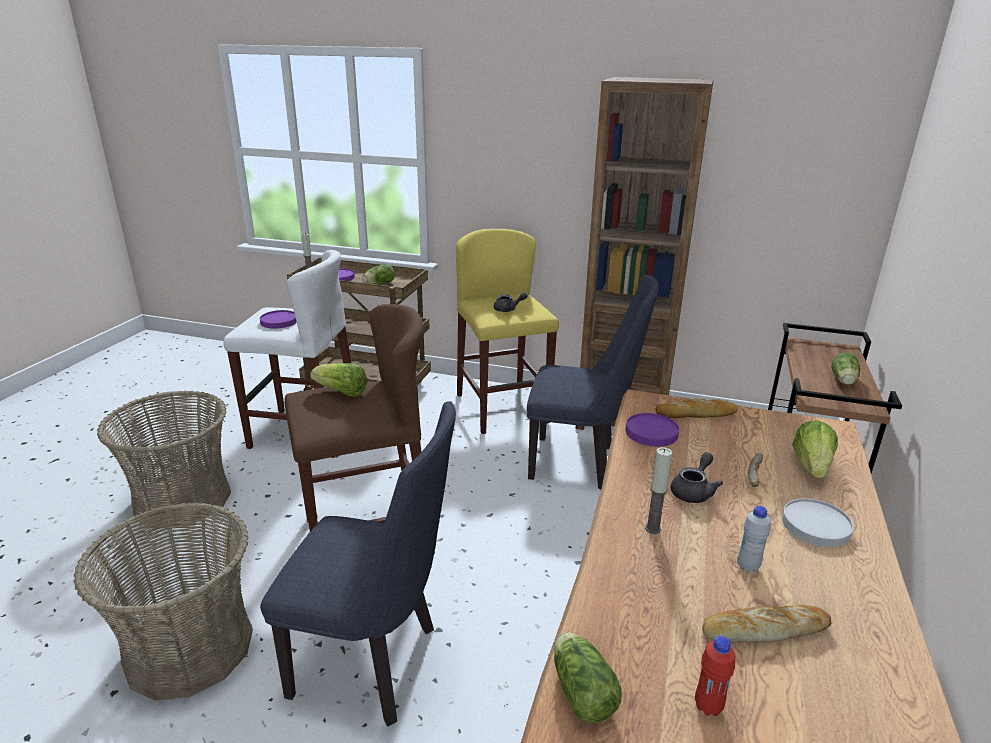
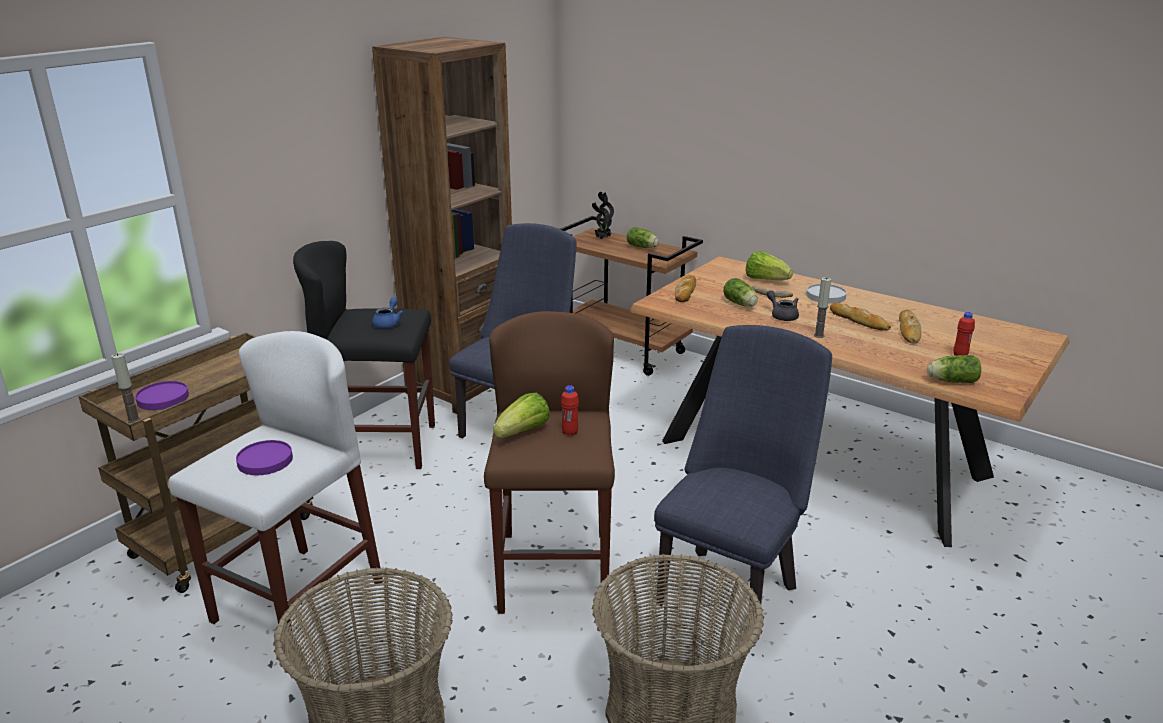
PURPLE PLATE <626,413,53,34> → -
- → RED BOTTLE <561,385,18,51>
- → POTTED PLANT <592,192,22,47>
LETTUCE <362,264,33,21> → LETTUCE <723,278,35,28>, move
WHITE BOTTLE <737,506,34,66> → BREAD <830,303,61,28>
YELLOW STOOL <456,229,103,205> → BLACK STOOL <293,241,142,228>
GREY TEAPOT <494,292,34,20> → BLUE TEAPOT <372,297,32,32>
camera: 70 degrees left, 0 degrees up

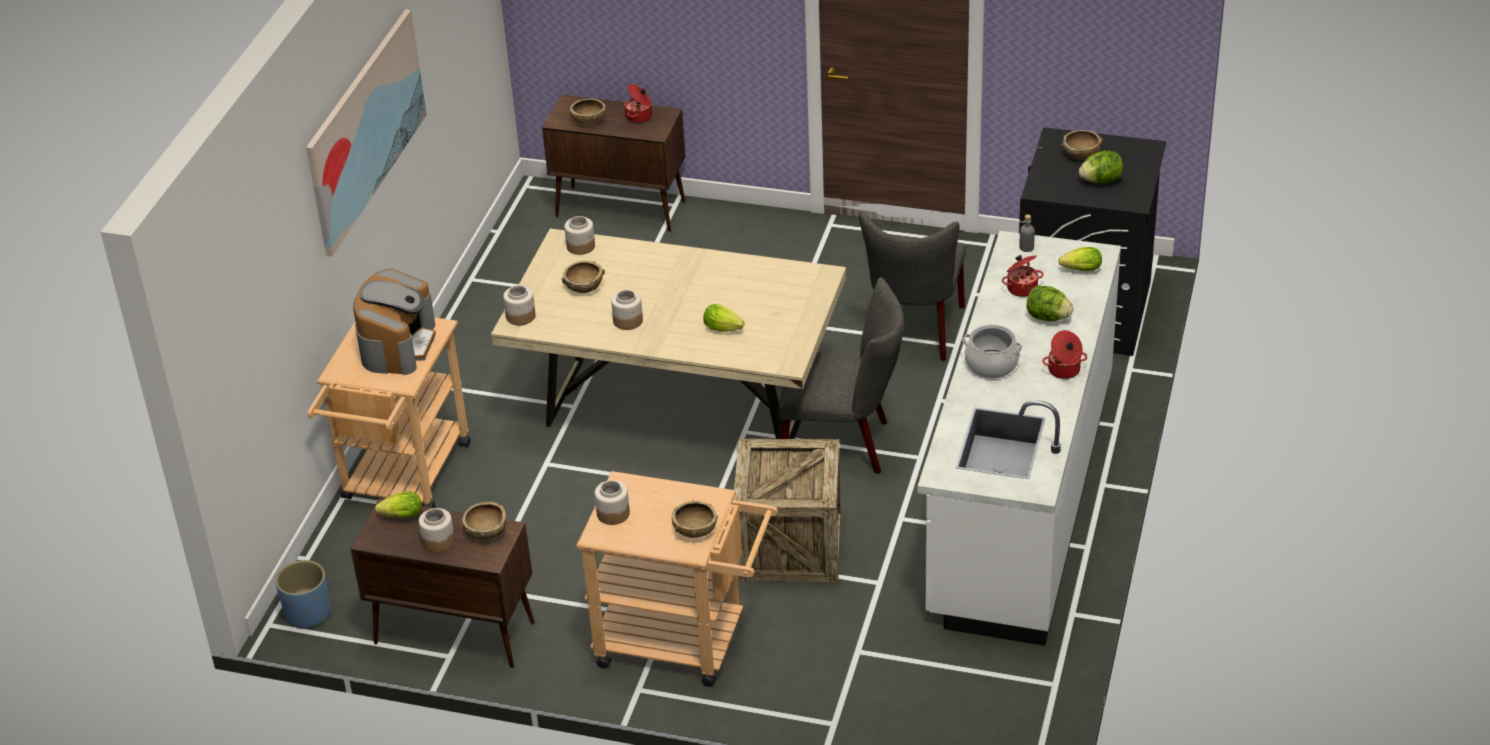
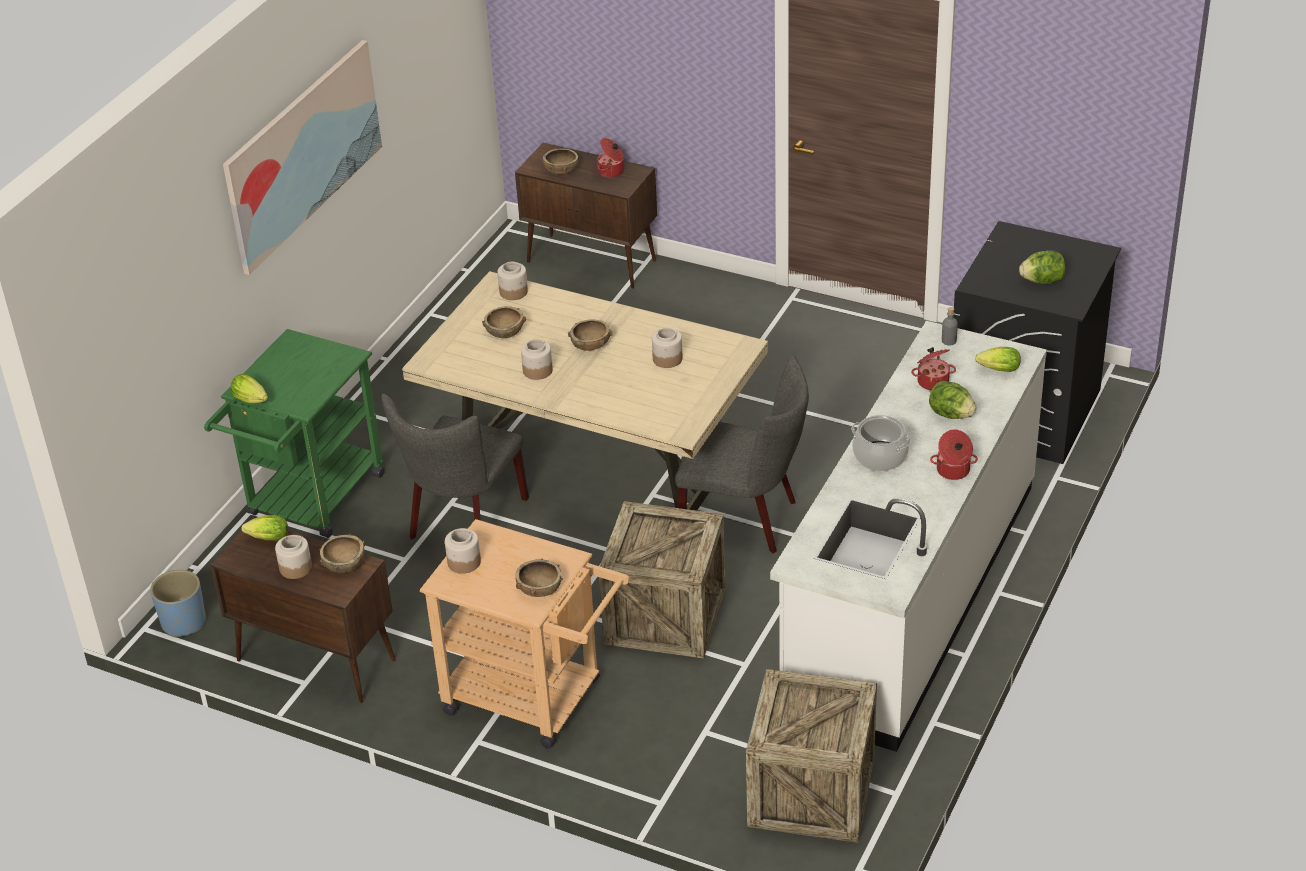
COFFEE MACHINE <353,269,83,106> → -
- → CRATE <746,669,131,174>
JAR <503,285,33,40> → JAR <652,328,30,40>, move
LETTUCE <703,304,42,28> → LETTUCE <231,374,37,29>, move
GREY CHAIR <859,212,107,149> → GREY CHAIR <381,393,148,146>, move
BROWN BOWL <1061,130,42,30> → BROWN BOWL <568,320,44,31>, move
BEIGE CART <308,317,162,191> → GREEN CART <204,329,180,209>
camera: 10 degrees right, 0 degrees up

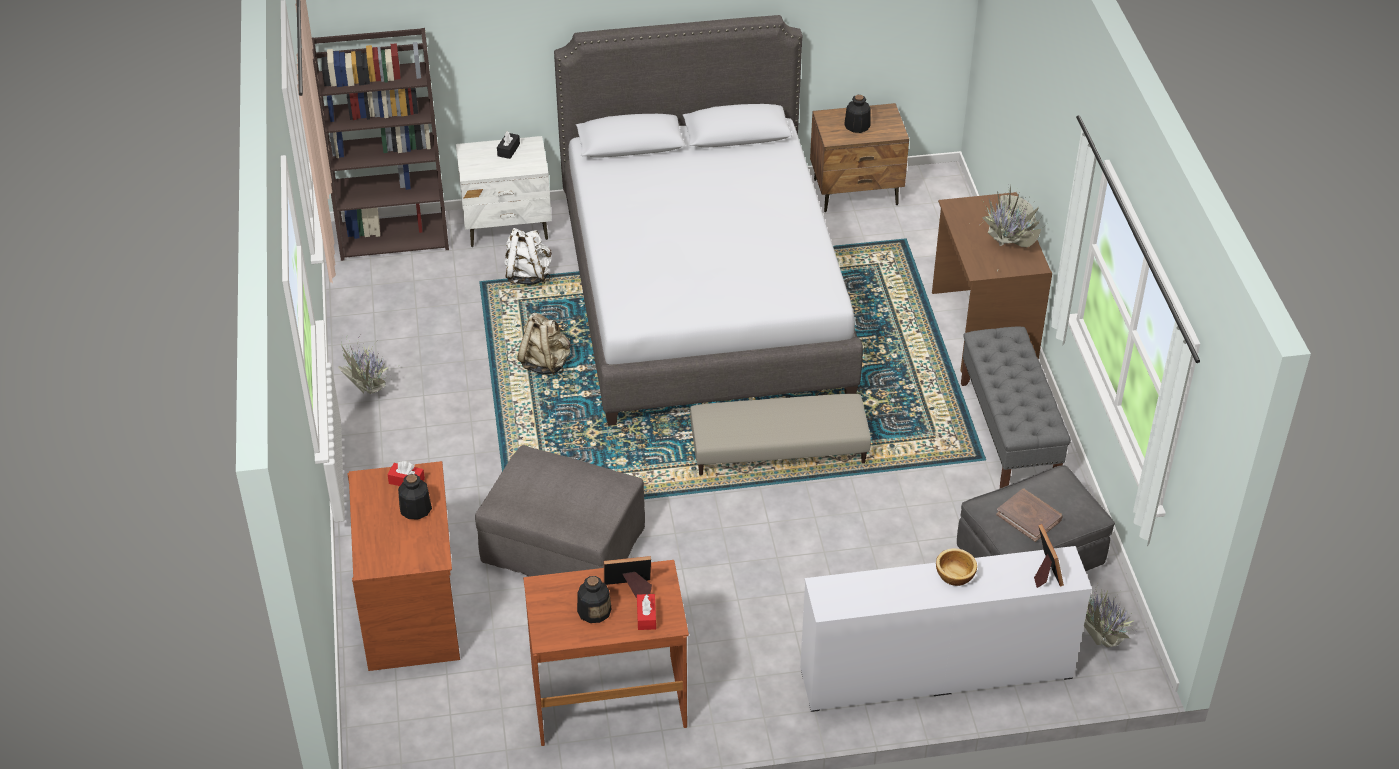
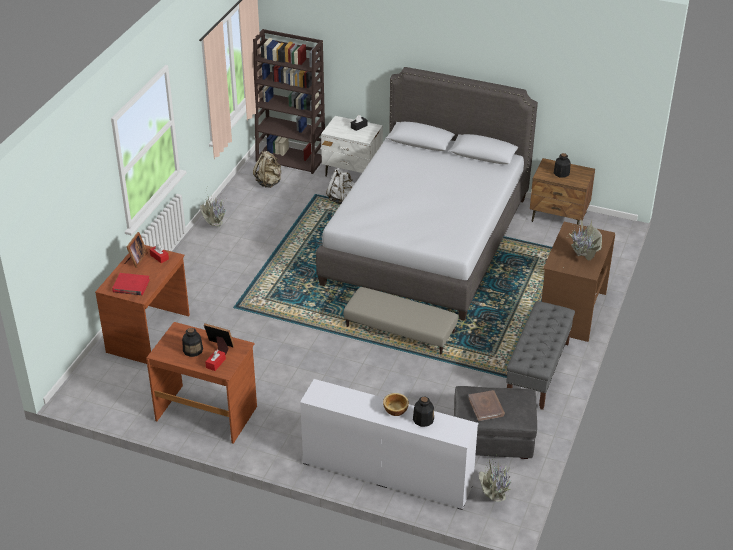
GREY OTTOMAN <475,445,170,132> → -
- → RED BOOK <112,273,38,22>
BOTTLE <398,474,34,46> → BOTTLE <413,397,21,30>, move
BEIGE BACKPACK <517,313,53,62> → BEIGE BACKPACK <253,151,28,37>, move
PICTURE FRAME <1034,524,30,64> → PICTURE FRAME <125,232,23,36>, move
camera: 30 degrees right, 5 degrees down

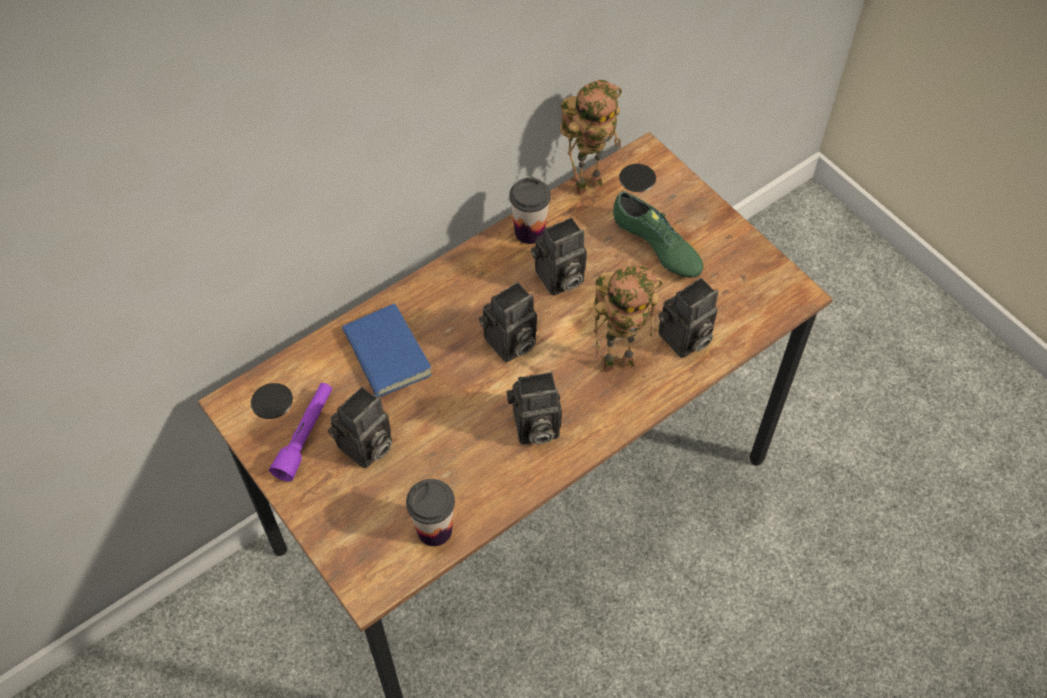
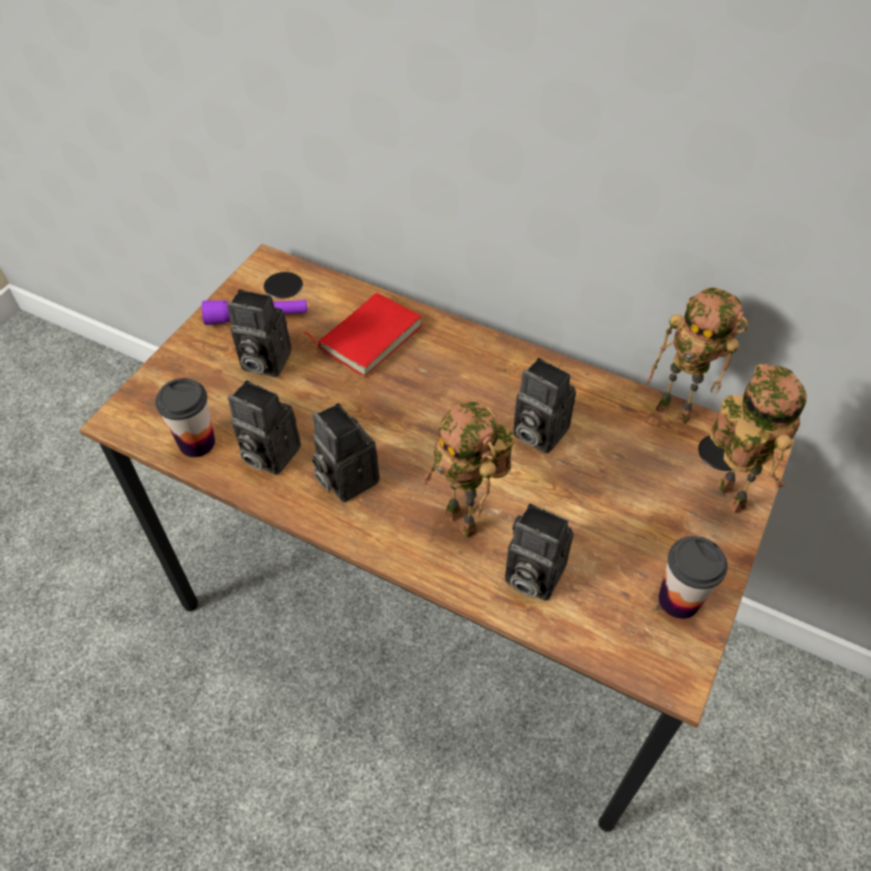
GREEN SHOE <613,191,90,87> → -
- → TOY ROBOT <710,364,97,149>
PHOTO CAMERA <479,282,58,80> → PHOTO CAMERA <228,380,73,95>, move
CUP <509,178,42,66> → CUP <659,536,69,83>, move
BLUE BOOK <342,303,90,95> → RED BOOK <304,293,118,83>
camera: 65 degrees right, 5 degrees down

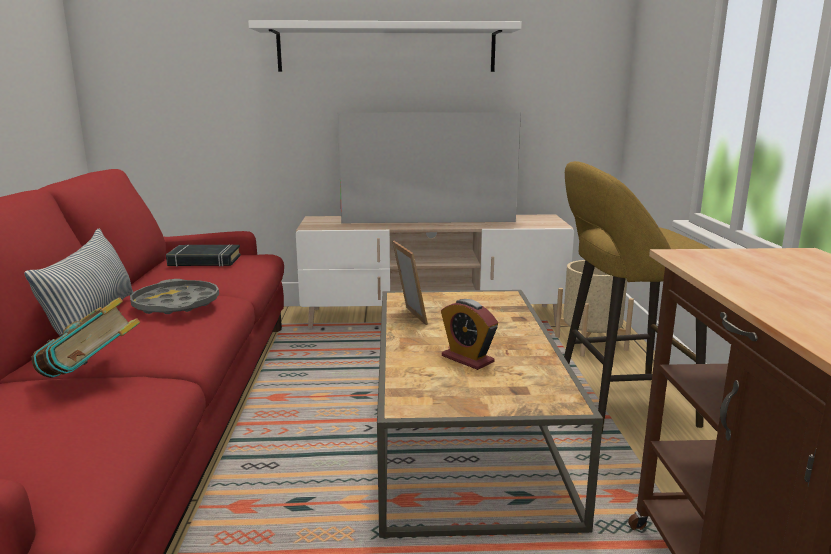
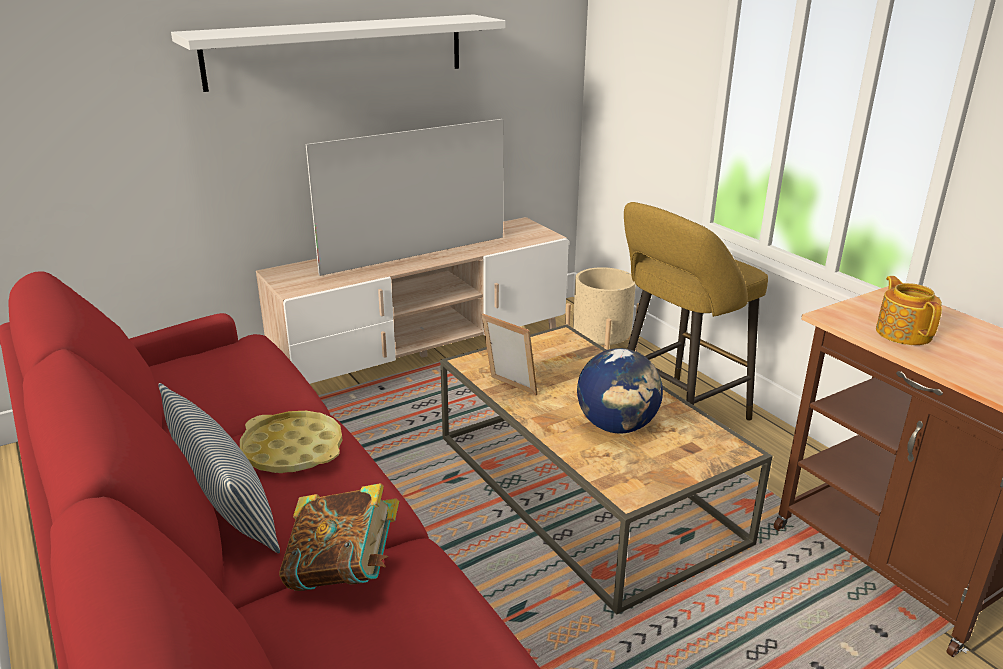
BLACK BOOK <166,244,75,23> → -
- → TEAPOT <876,276,66,69>
ALARM CLOCK <441,299,57,71> → GLOBE <577,348,86,85>
GREY TRAY <130,279,89,35> → YELLOW TRAY <240,411,102,62>
camera: 30 degrees left, 10 degrees up

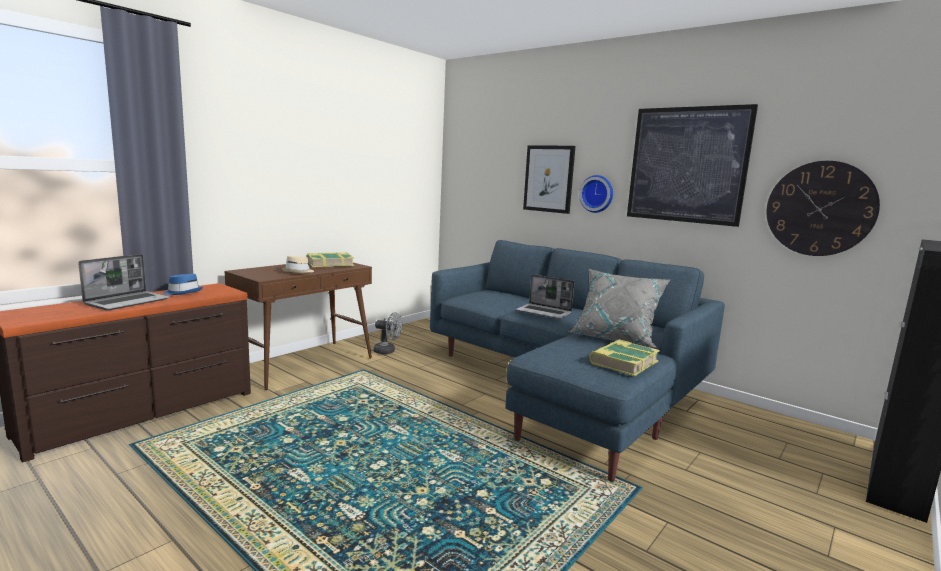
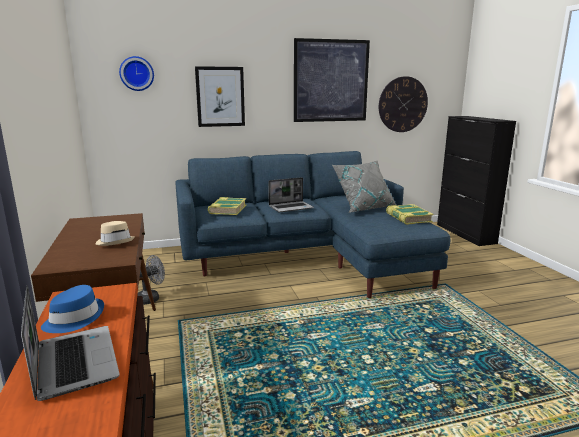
BOOK <307,252,47,15> → BOOK <208,197,38,18>, move
WALL CLOCK <579,175,34,38> → WALL CLOCK <119,56,35,35>, move
camera: 55 degrees left, 5 degrees up

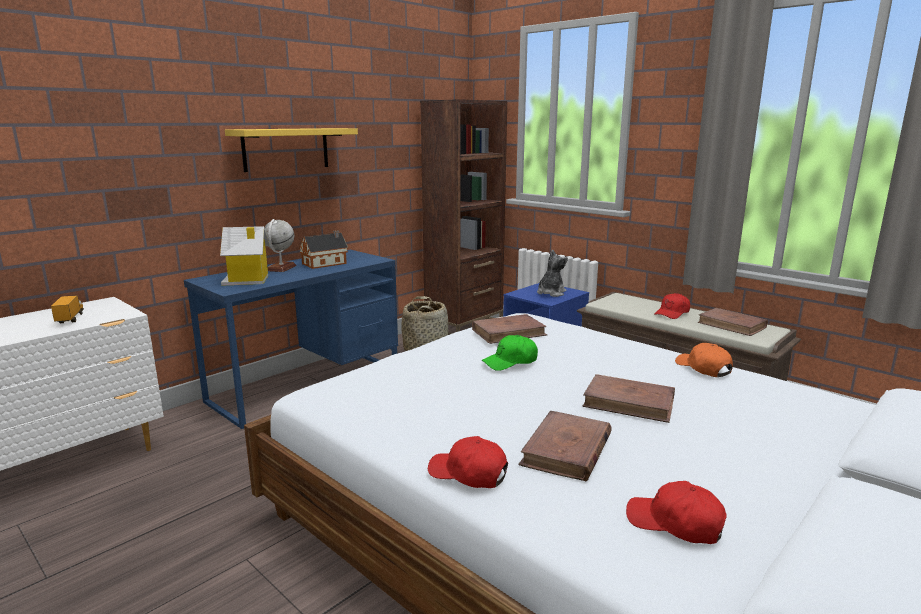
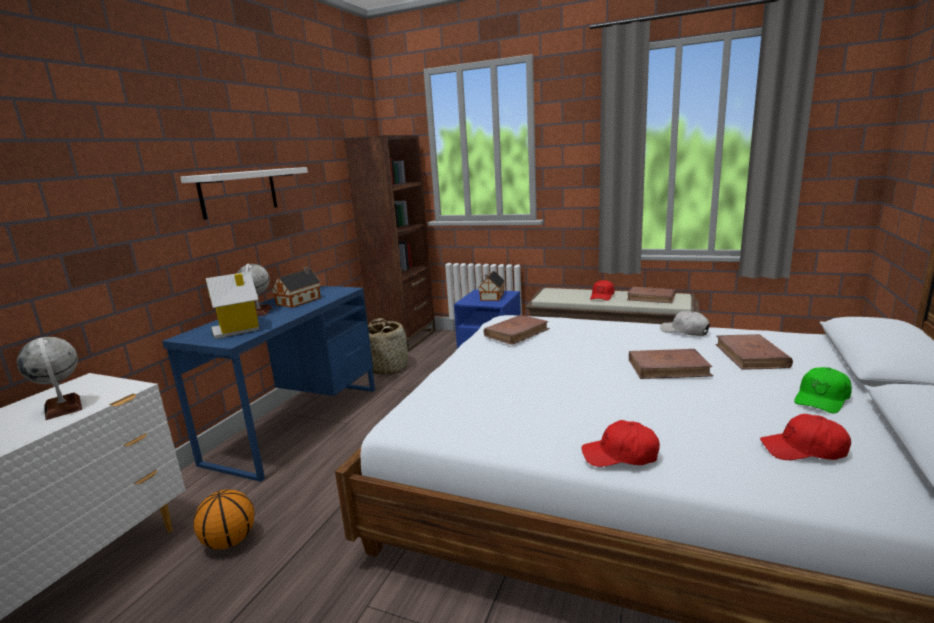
- → BASKETBALL <193,489,62,60>
GREEN CAP <482,335,56,36> → GREEN CAP <794,367,58,47>, move
BROWN BOOK <519,411,93,70> → BROWN BOOK <715,334,78,35>, move
TOY TRUCK <51,295,33,28> → GLOBE <17,337,66,83>
PLUSH TOY <537,250,31,47> → TOY HOUSE <478,271,27,30>
YELLOW SHELF <225,128,133,44> → WHITE SHELF <180,167,128,53>
ORANGE CAP <675,343,58,34> → WHITE CAP <660,311,50,25>
camera: 20 degrees left, 0 degrees up

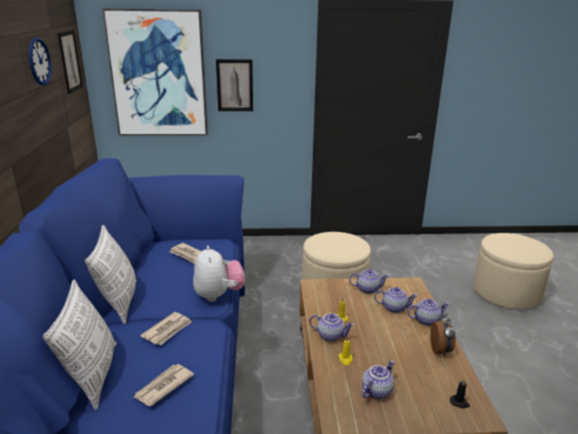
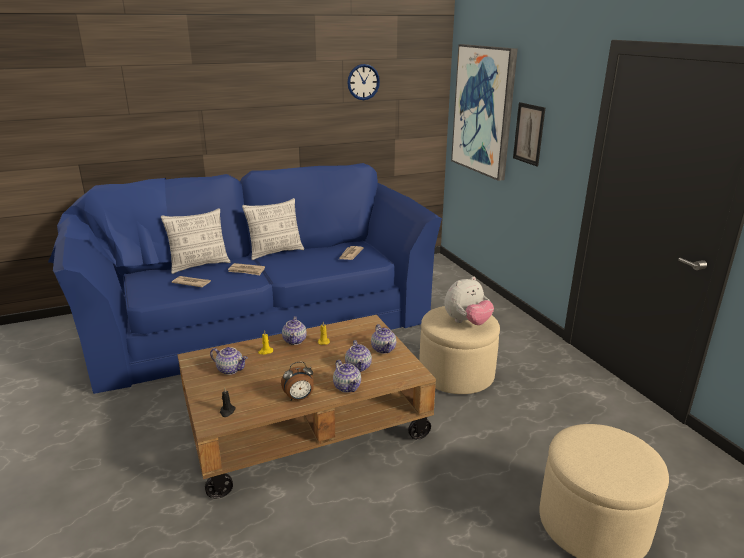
PICTURE <58,30,25,64> → -
PLUSH TOY <193,246,52,56> → PLUSH TOY <444,276,50,49>, move
camera: 70 degrees right, 0 degrees up

